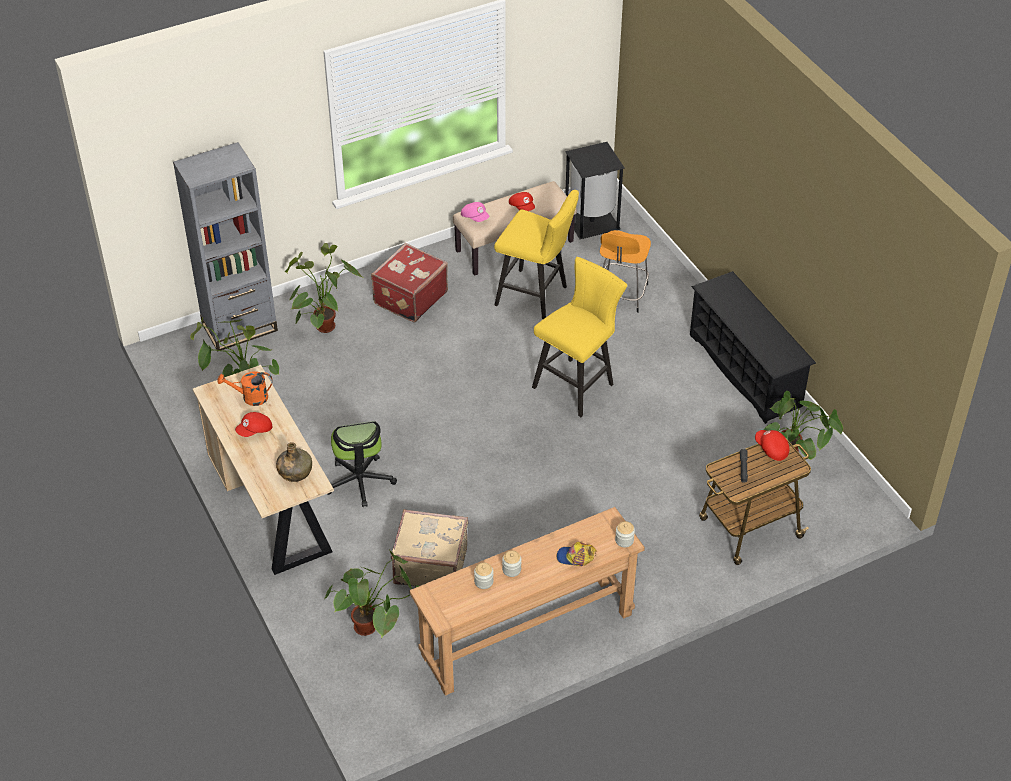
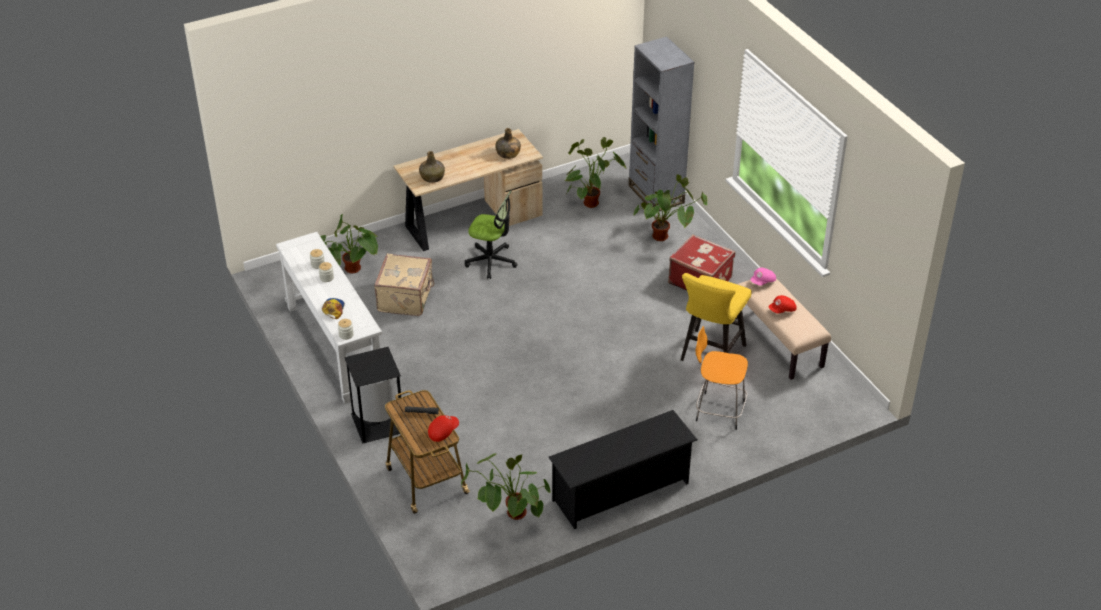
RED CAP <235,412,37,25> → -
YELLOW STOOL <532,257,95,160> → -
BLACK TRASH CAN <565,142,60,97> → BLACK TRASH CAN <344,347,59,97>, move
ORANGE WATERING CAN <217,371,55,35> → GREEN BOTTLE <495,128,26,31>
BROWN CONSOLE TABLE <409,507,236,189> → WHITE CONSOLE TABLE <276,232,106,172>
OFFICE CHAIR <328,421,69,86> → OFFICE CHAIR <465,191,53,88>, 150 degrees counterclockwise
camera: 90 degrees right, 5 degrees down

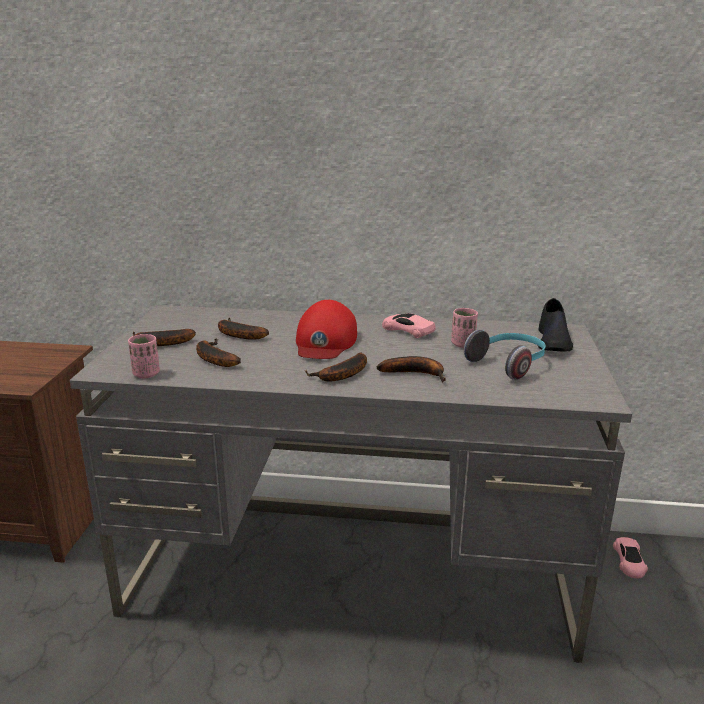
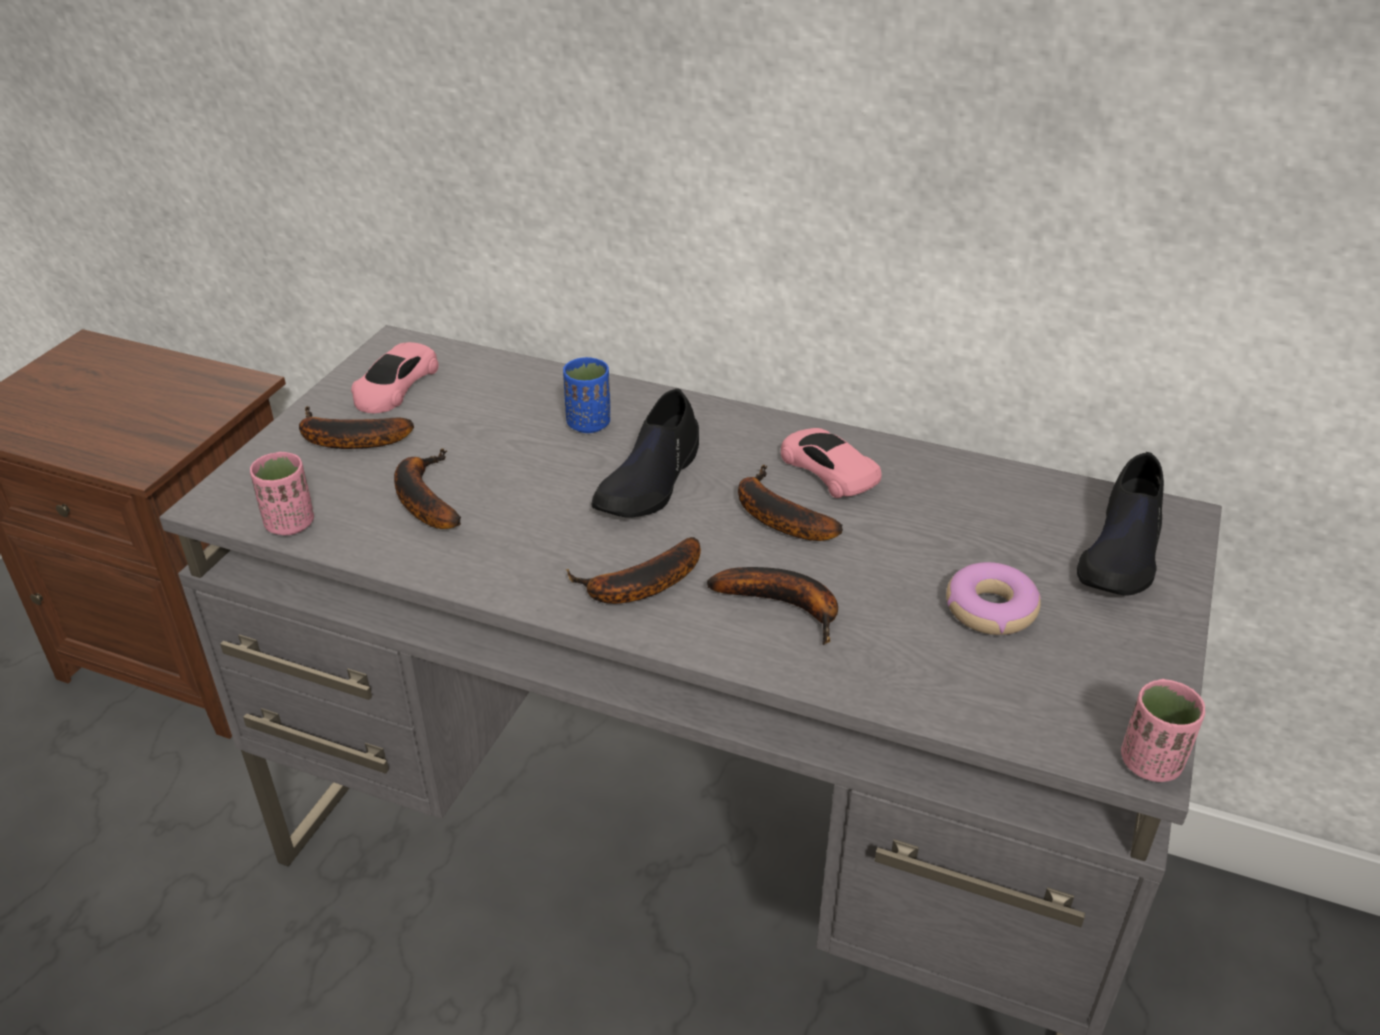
- → BLUE CUP <563,357,47,76>
BANANA <218,318,51,22> → BANANA <738,464,105,77>, move
PINK CUP <451,308,27,40> → PINK CUP <1121,679,84,103>, move
PINK TOY CAR <613,537,35,41> → PINK TOY CAR <351,342,88,71>, move
RED CAP <296,300,61,59> → BLACK SHOE <592,388,107,130>
HEADPHONES <464,330,82,50> → DONUT <946,562,95,73>
camera: 15 degrees right, 15 degrees up

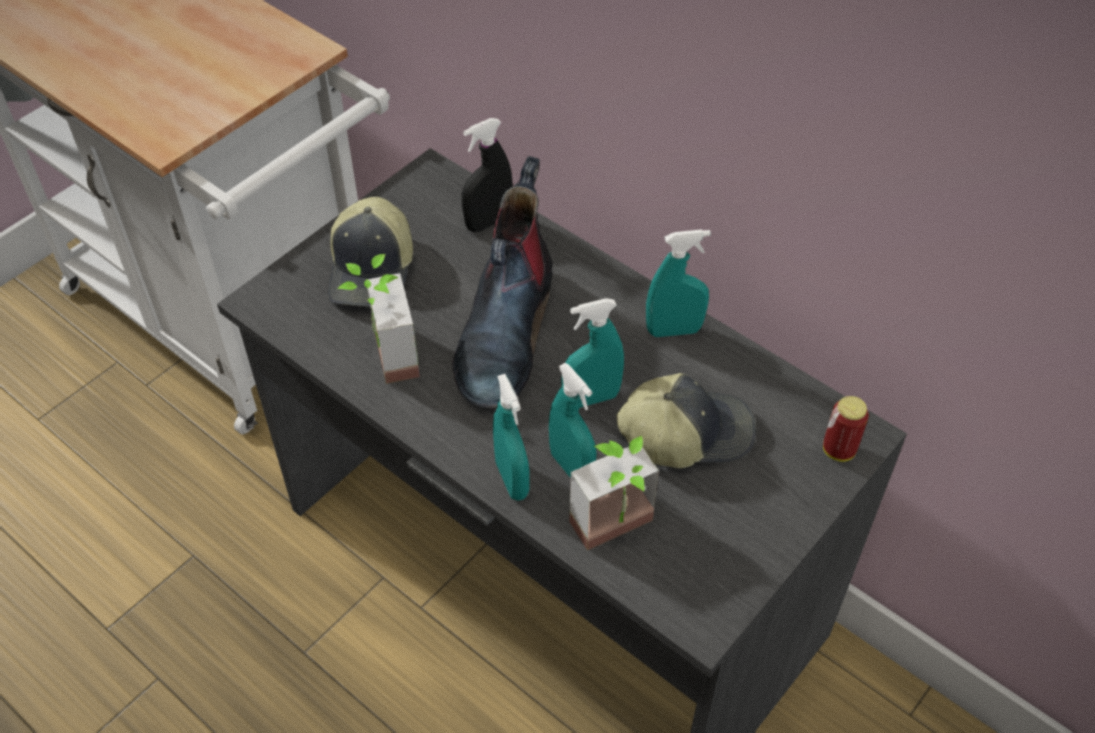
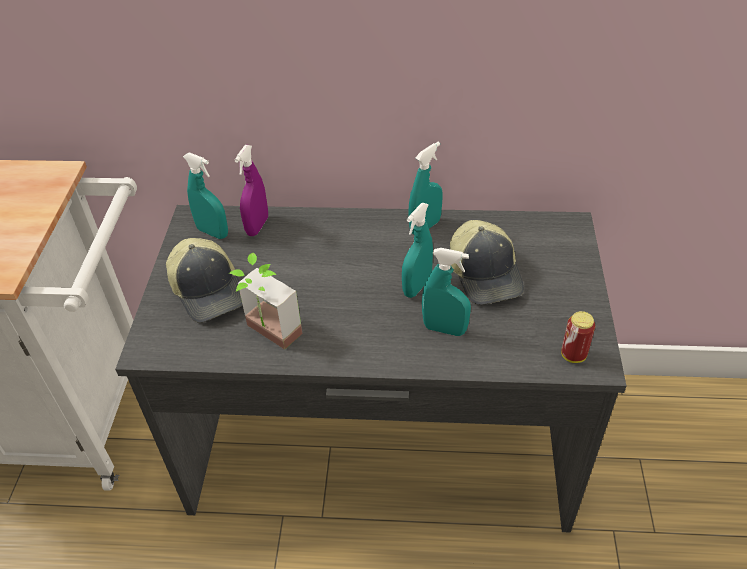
BOOT <452,156,101,252> → -
POTTED PLANT <569,436,90,115> → -
TURQUOISE SPRAY BOTTLE <493,374,37,127> → TURQUOISE SPRAY BOTTLE <183,152,45,87>, move
CAN <823,396,46,66> → CAN <561,311,34,52>, move
BLACK SPRAY BOTTLE <461,118,52,114> → PURPLE SPRAY BOTTLE <235,145,33,91>
CAP <616,373,140,95> → CAP <450,220,74,85>, 120 degrees clockwise
camera: 35 degrees left, 5 degrees down

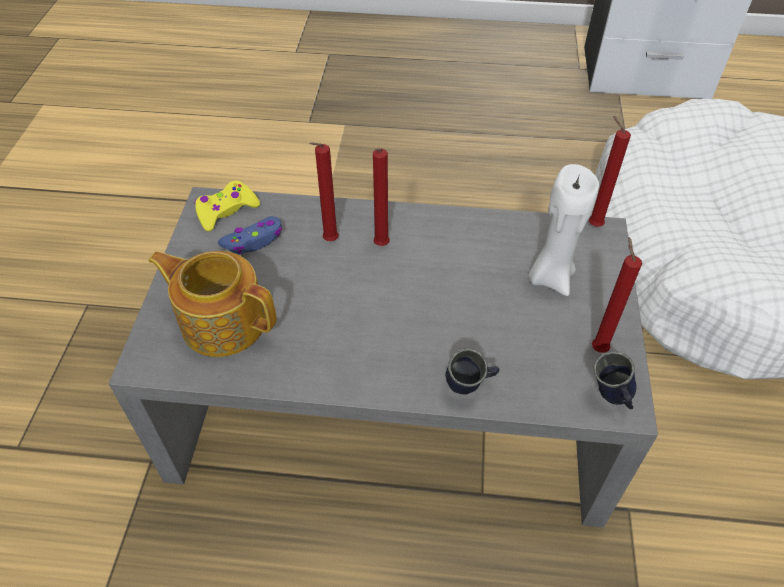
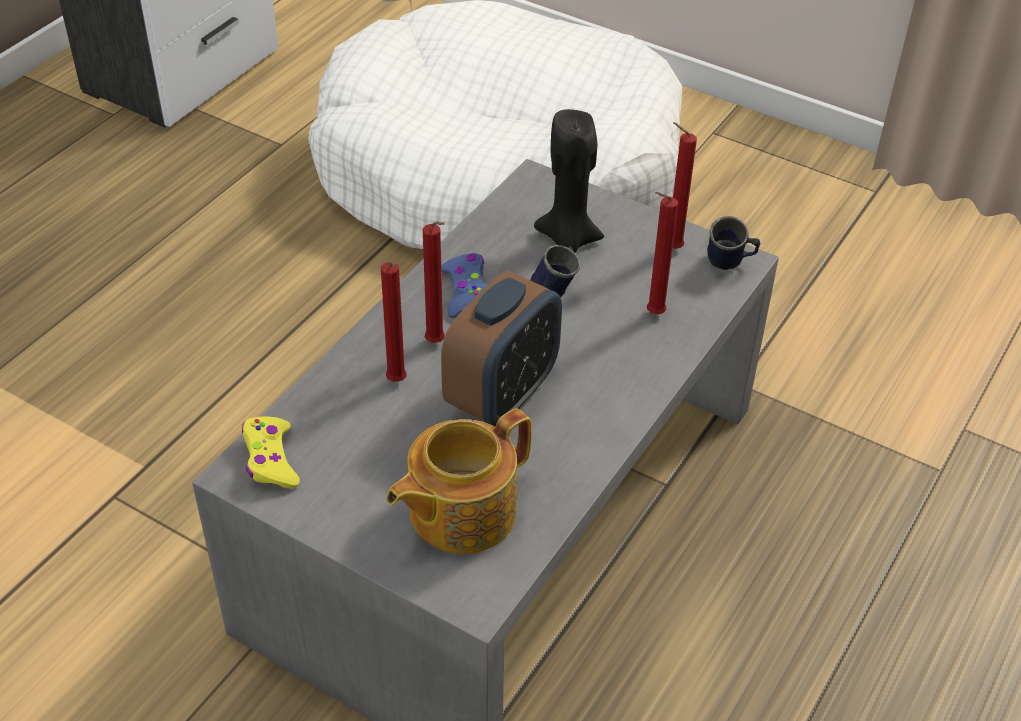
- → ALARM CLOCK <441,271,121,155>
BLUE GAME CONTROLLER <218,216,64,38> → BLUE GAME CONTROLLER <441,253,46,65>, move
BLUE MUG <445,348,55,47> → BLUE MUG <530,245,50,52>, move
RED CANDLE <589,116,42,111> → RED CANDLE <647,192,31,122>, move
WHITE CANDLE <529,164,70,132> → BLACK CANDLE <534,109,70,144>
camera: 65 degrees left, 5 degrees down

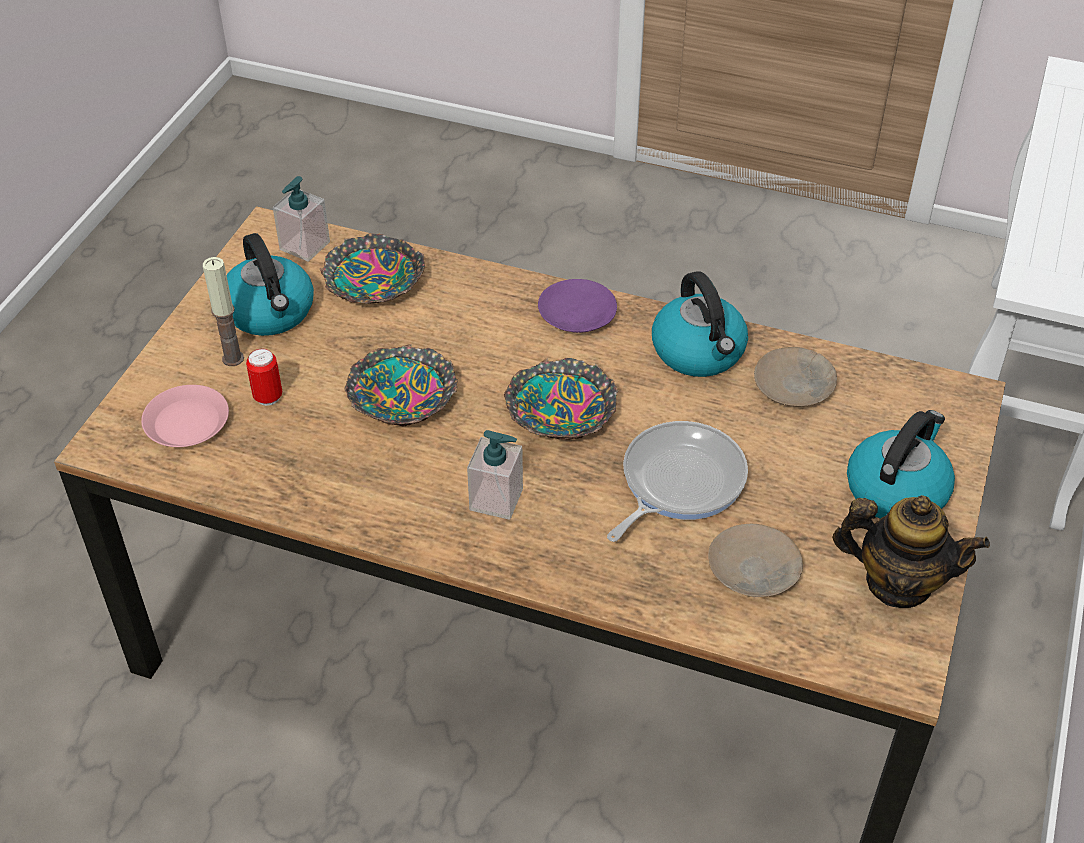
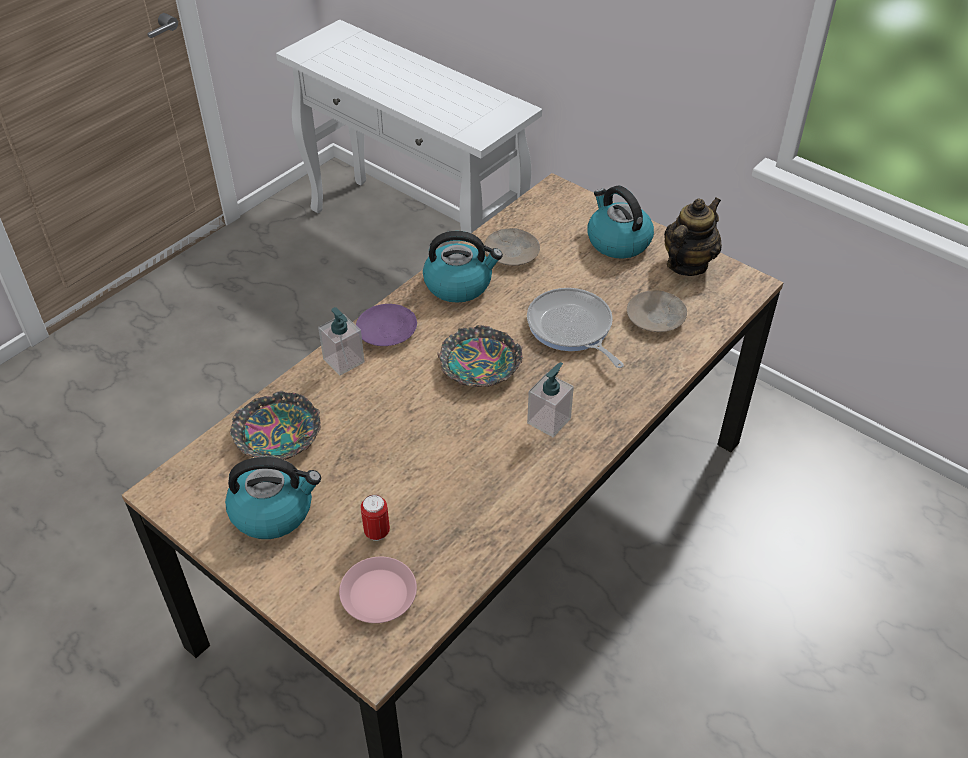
CANDLE <203,257,41,109> → -
BOWL <345,344,113,83> → -
SOAP DISPENSER <273,176,57,86> → SOAP DISPENSER <318,307,47,69>, move
camera: 70 degrees left, 0 degrees up

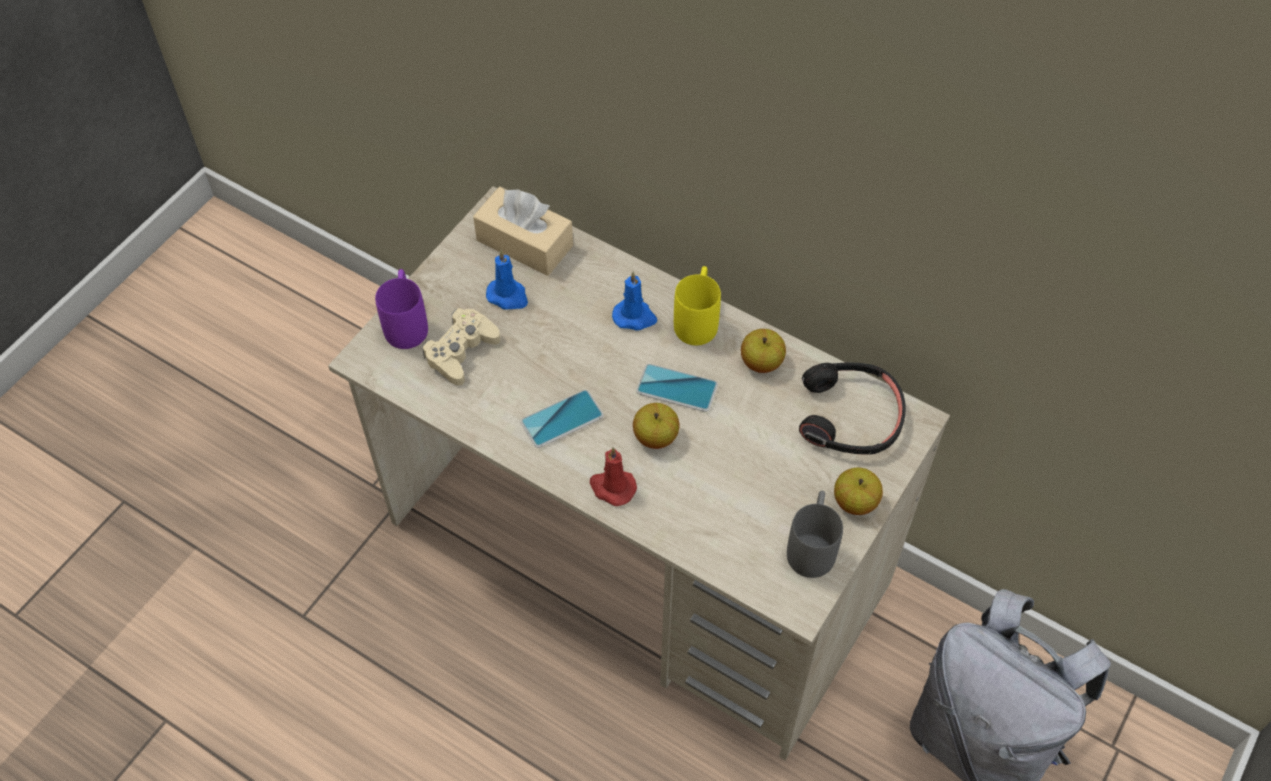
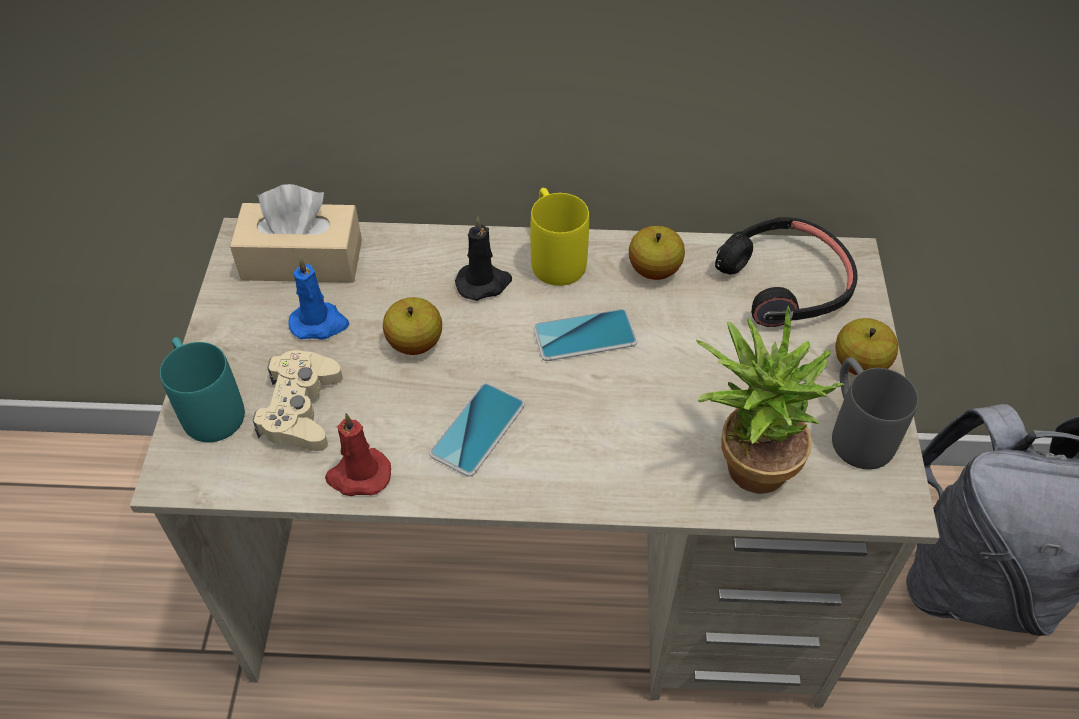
- → POTTED PLANT <696,306,148,188>
RED CANDLE <590,447,47,59> → RED CANDLE <325,413,66,83>, move
APPLE <633,403,47,46> → APPLE <383,297,59,58>, move
PURPLE MUG <375,269,53,80> → TURQUOISE MUG <160,337,85,105>
BLUE CANDLE <612,272,45,59> → BLACK CANDLE <455,216,57,85>
camera: 30 degrees left, 5 degrees down

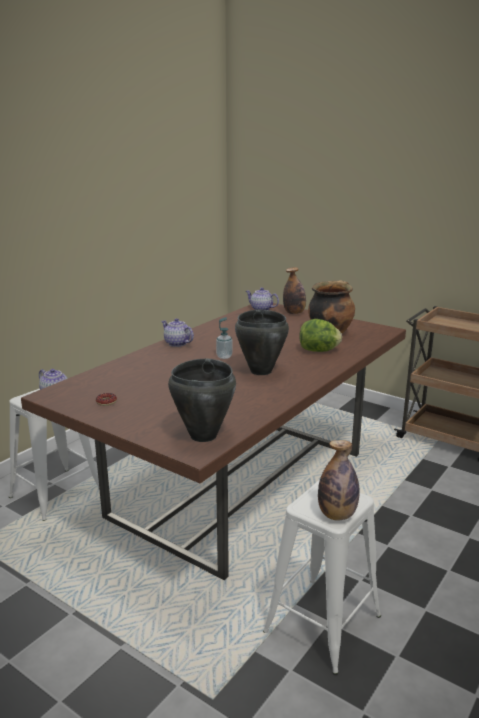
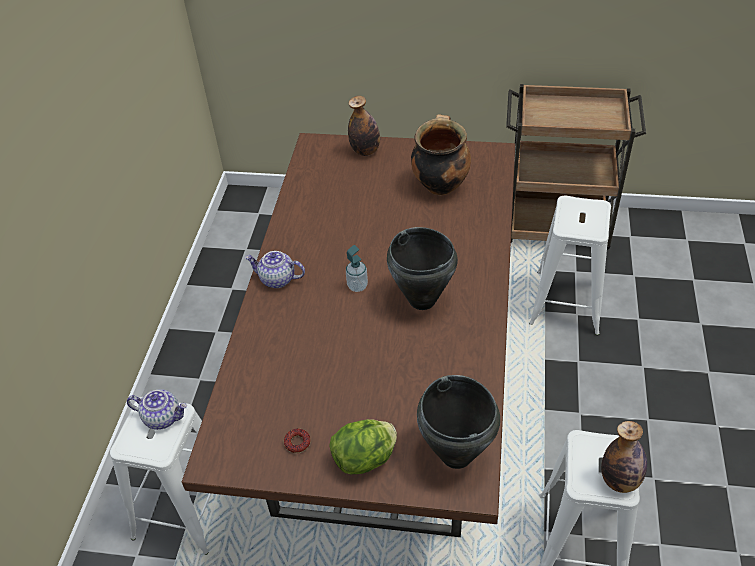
TEAPOT <246,287,33,23> → -
- → WHITE STOOL <529,196,82,140>
LETTUCE <299,319,43,33> → LETTUCE <330,419,67,55>, move
camera: 25 degrees left, 25 degrees up

